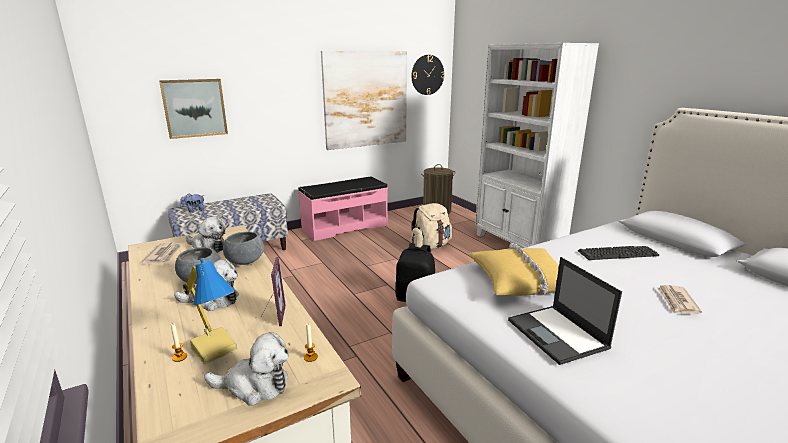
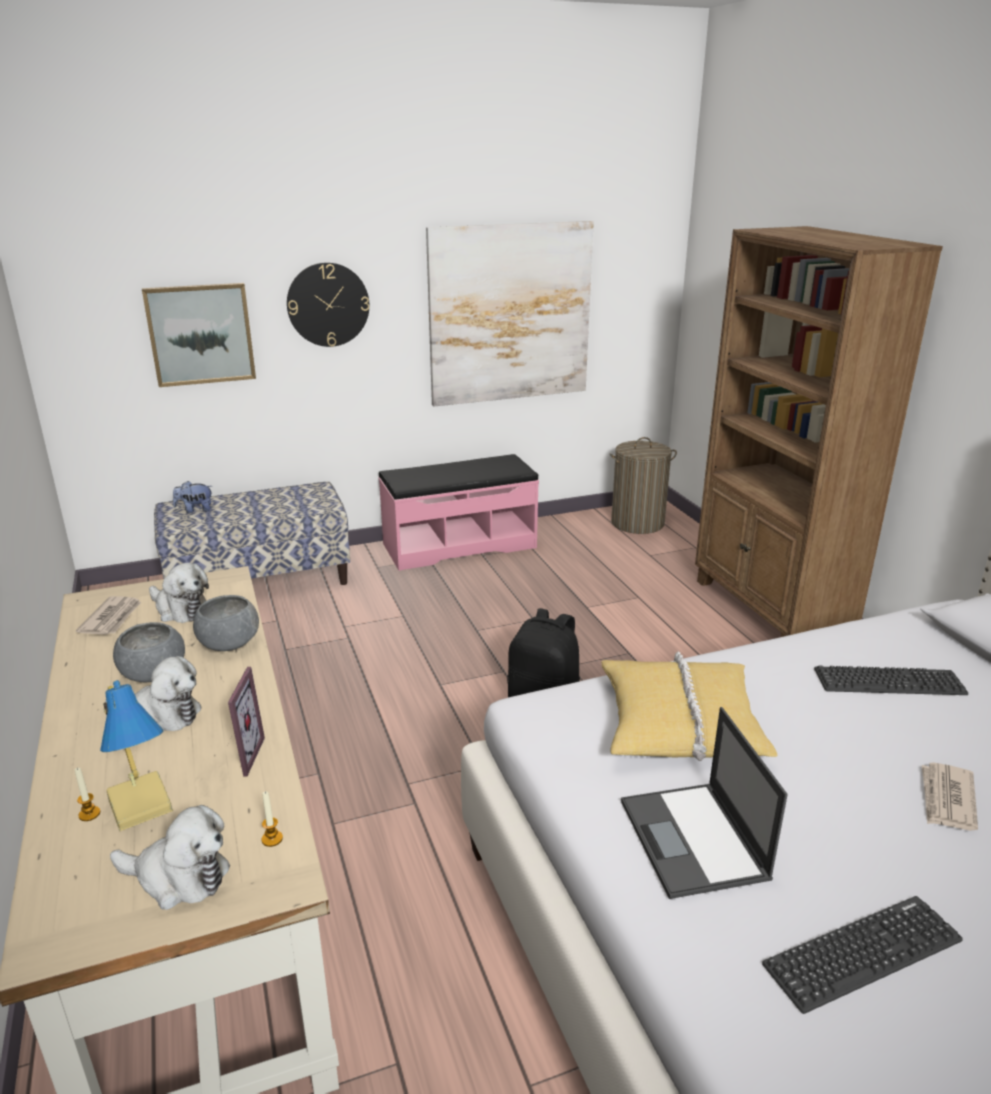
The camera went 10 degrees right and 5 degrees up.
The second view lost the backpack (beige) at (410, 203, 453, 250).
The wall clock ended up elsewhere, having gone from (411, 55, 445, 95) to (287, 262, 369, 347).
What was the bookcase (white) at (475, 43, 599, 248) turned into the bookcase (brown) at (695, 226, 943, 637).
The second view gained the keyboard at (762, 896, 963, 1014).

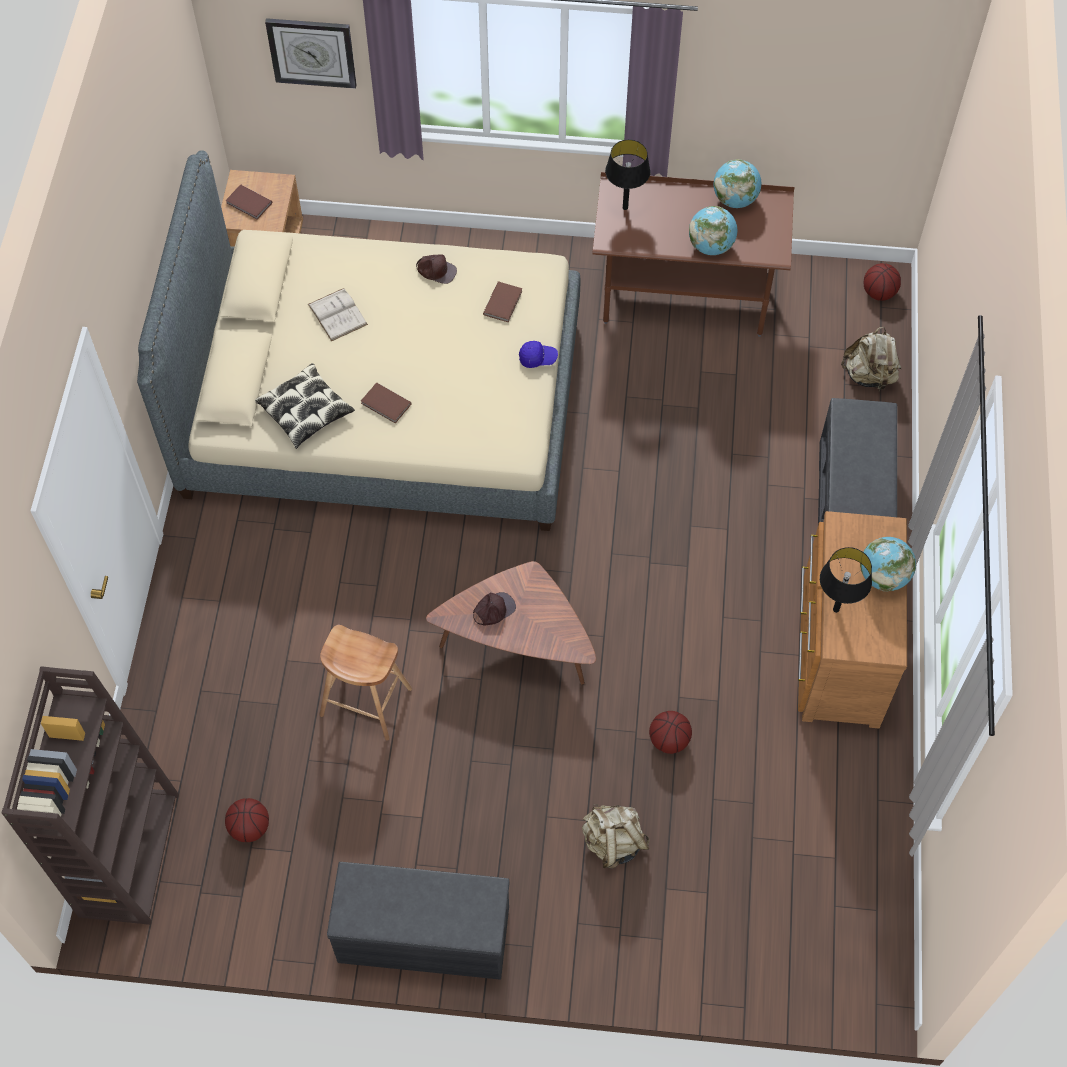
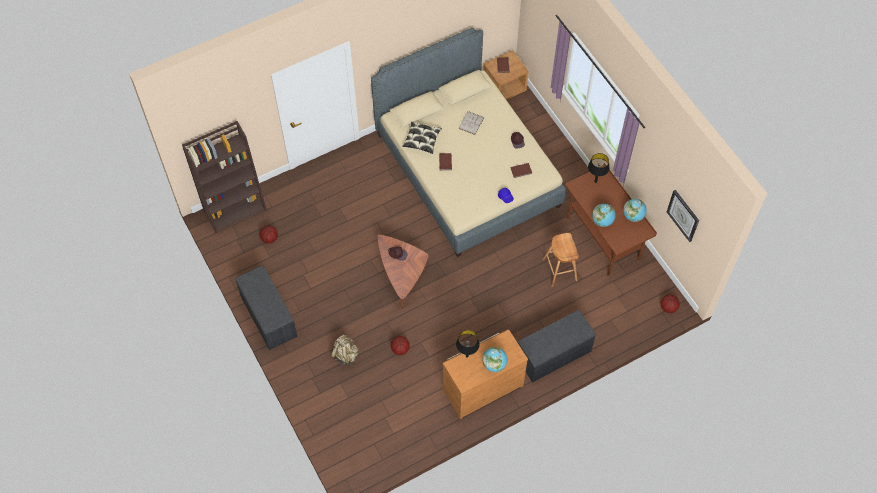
The camera went 55 degrees right and 0 degrees up.
The wall clock ended up elsewhere, having gone from (265, 18, 357, 89) to (667, 190, 699, 242).
The stool (brown) ended up elsewhere, having gone from (319, 625, 412, 740) to (542, 233, 579, 287).
The second view lost the backpack (beige) at (841, 327, 901, 392).

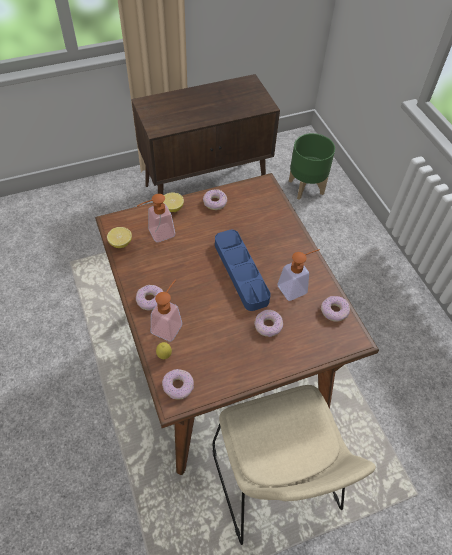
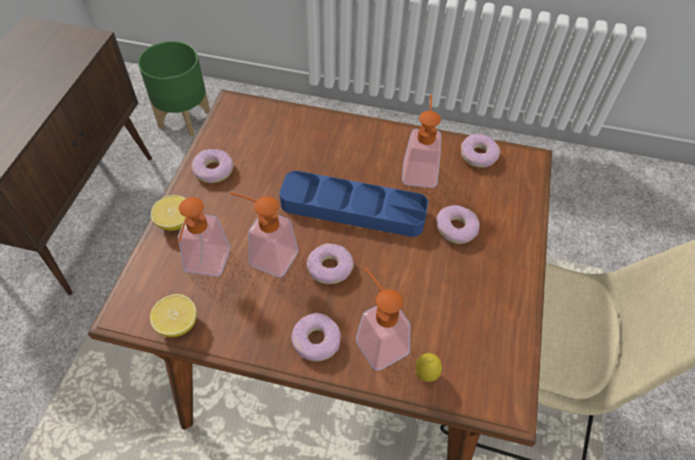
The camera went 55 degrees left and 0 degrees up.
The donut ended up elsewhere, having gone from (162, 369, 194, 399) to (307, 243, 354, 284).
The second view gained the soap dispenser at (230, 192, 298, 277).

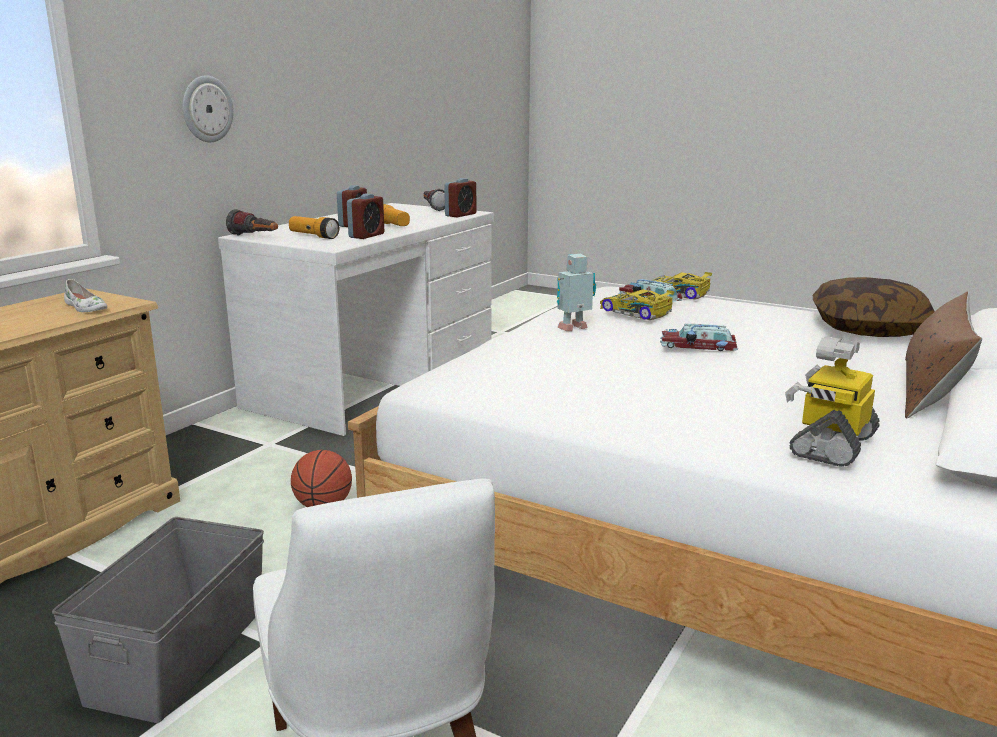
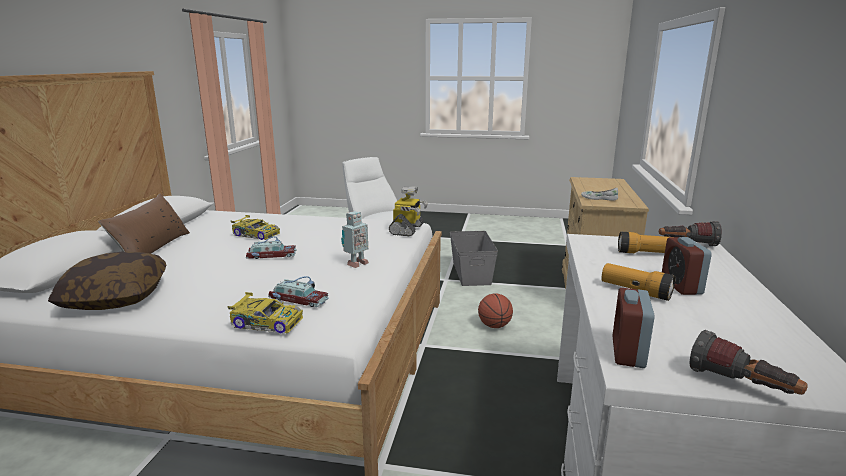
The camera went 160 degrees right and 0 degrees up.
The second view lost the wall clock at (183, 75, 234, 142).
The second view lost the alarm clock at (347, 194, 384, 239).
The toy car ended up elsewhere, having gone from (600, 289, 674, 320) to (231, 215, 280, 240).
The toy robot ended up elsewhere, having gone from (785, 336, 880, 467) to (389, 186, 428, 236).

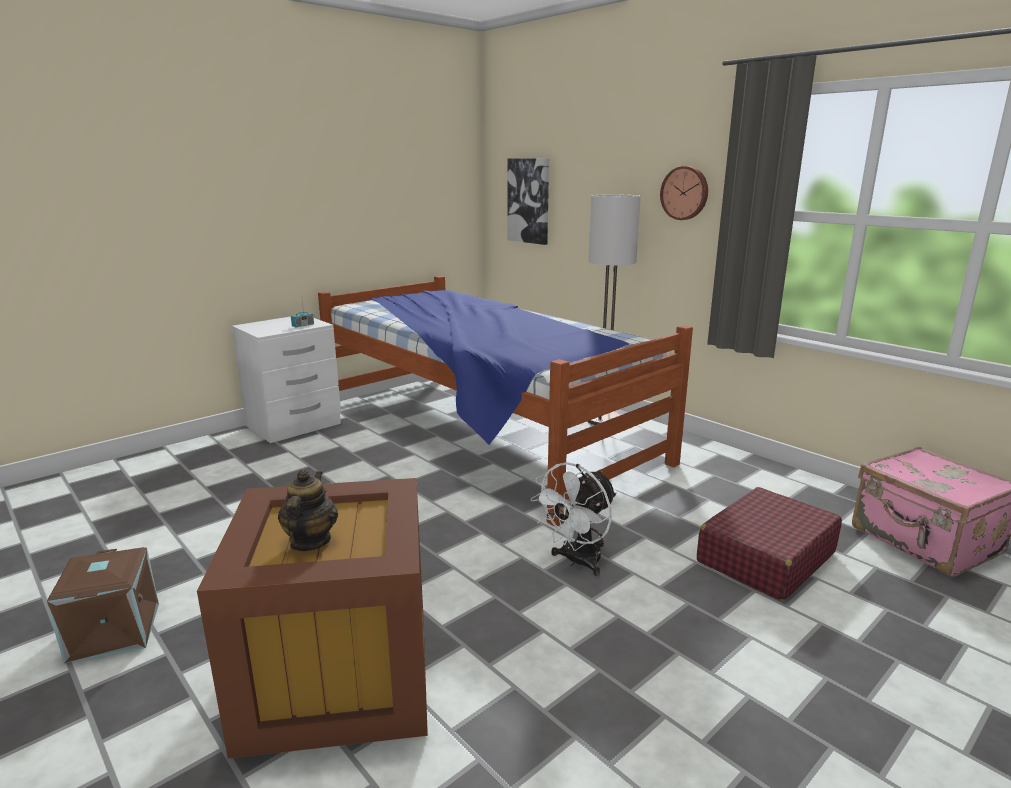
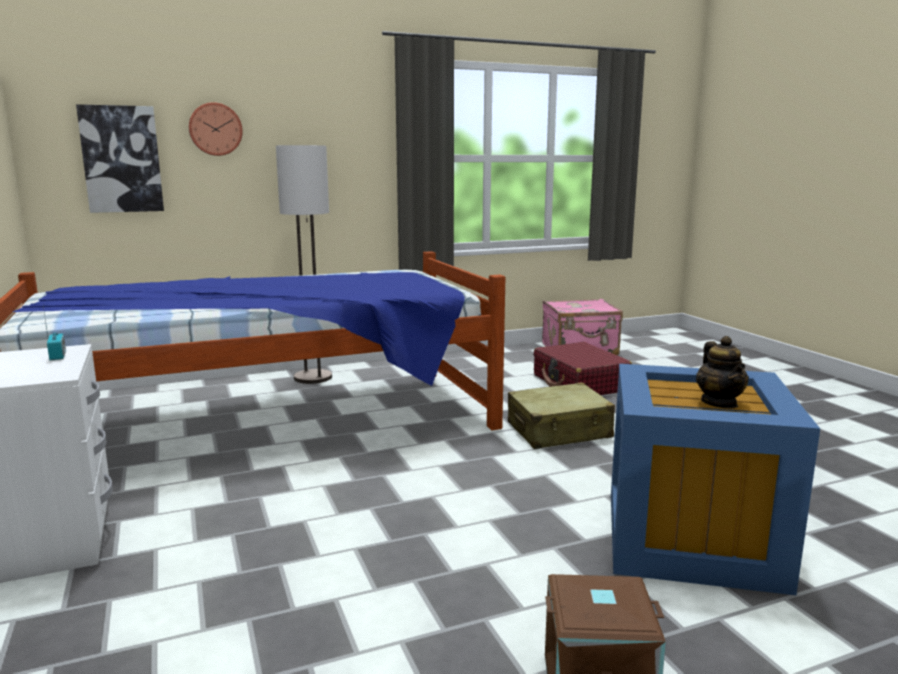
The camera went 70 degrees left and 5 degrees down.
What was the storage box (brown) at (197, 478, 428, 759) turned into the storage box (blue) at (611, 364, 820, 595).
The teapot at (278, 469, 338, 551) ended up facing another way, 120 degrees counterclockwise from before.
Where the fan (white) stood at (531, 462, 617, 576), the suitcase (beige) came to stand at (508, 382, 615, 449).
The wall clock ended up elsewhere, having gone from (660, 166, 708, 220) to (189, 102, 243, 156).

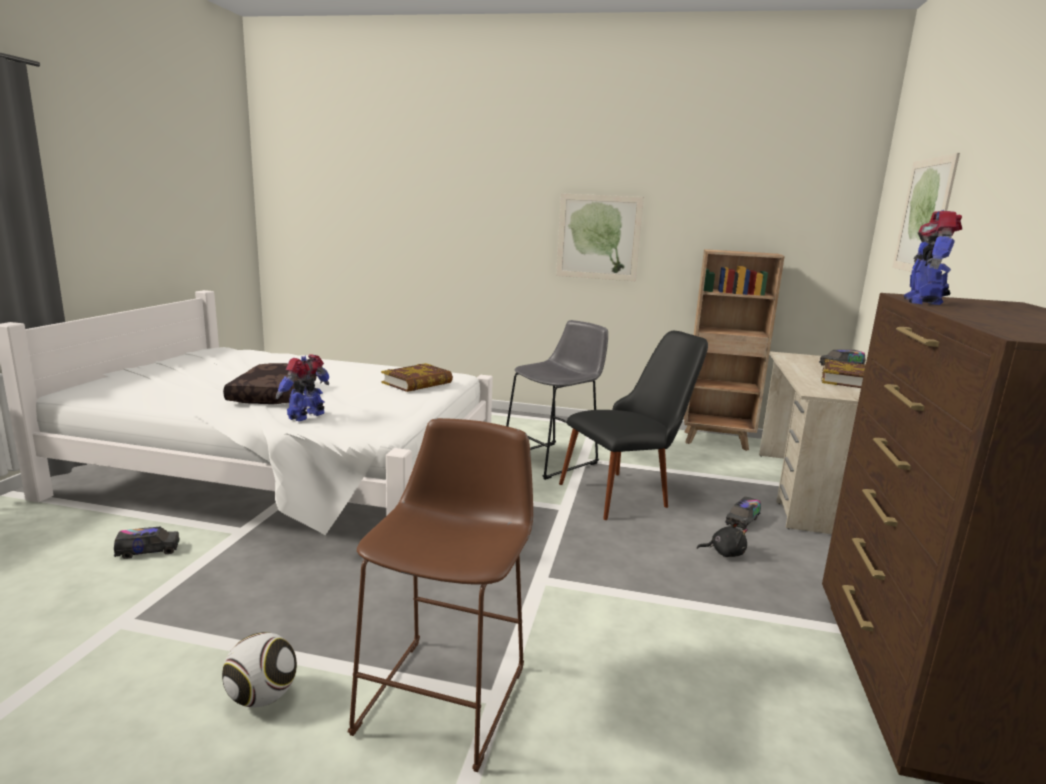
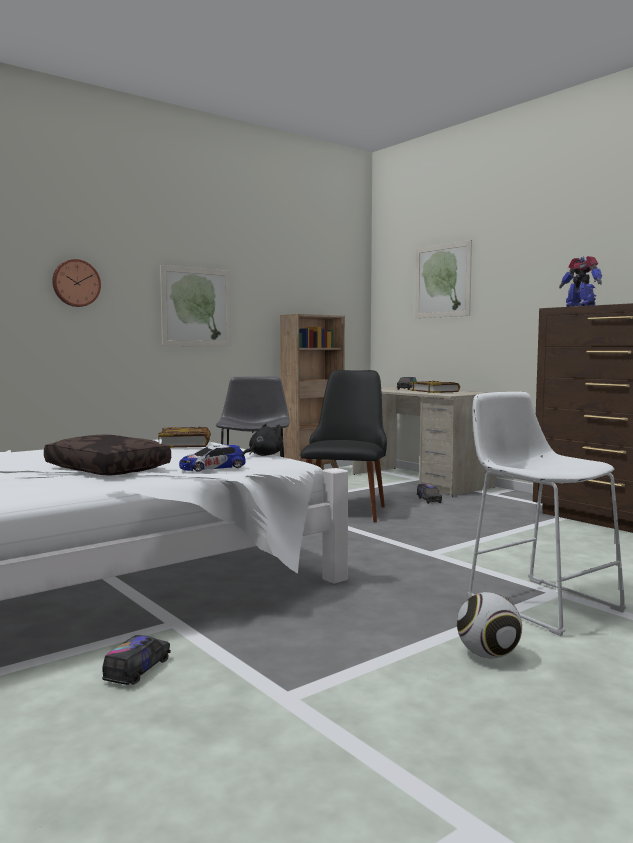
The camera went 50 degrees left and 10 degrees down.
Where the toy robot stood at (276, 354, 330, 422), the toy car came to stand at (179, 445, 246, 472).
What was the stool (brown) at (347, 418, 533, 772) turned into the stool (white) at (467, 392, 627, 636).
The plush toy (black) ended up elsewhere, having gone from (697, 522, 748, 557) to (243, 424, 283, 456).
The second view gained the wall clock at (52, 259, 101, 307).

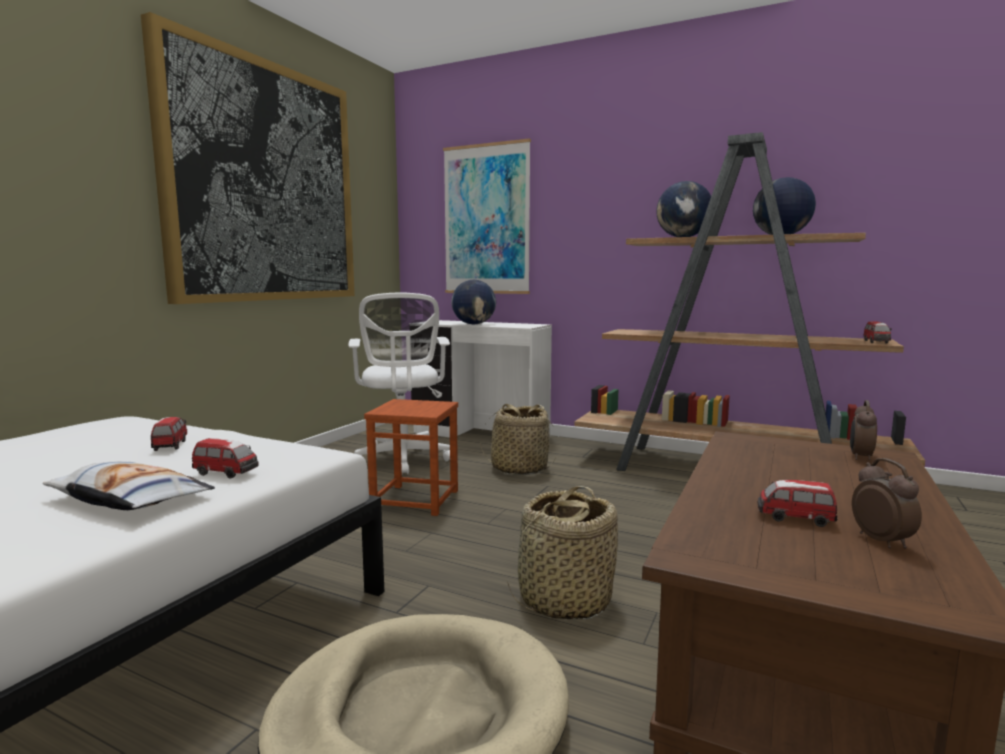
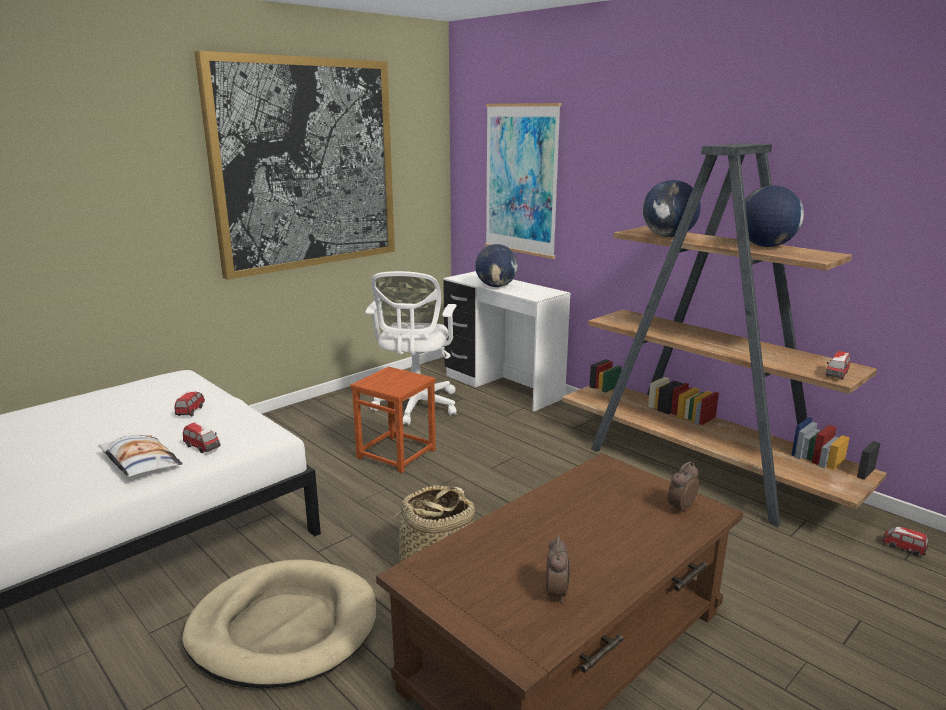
The camera went 20 degrees right and 10 degrees up.
The second view lost the basket at (480, 404, 555, 475).
The toy car ended up elsewhere, having gone from (758, 480, 837, 527) to (882, 526, 928, 557).

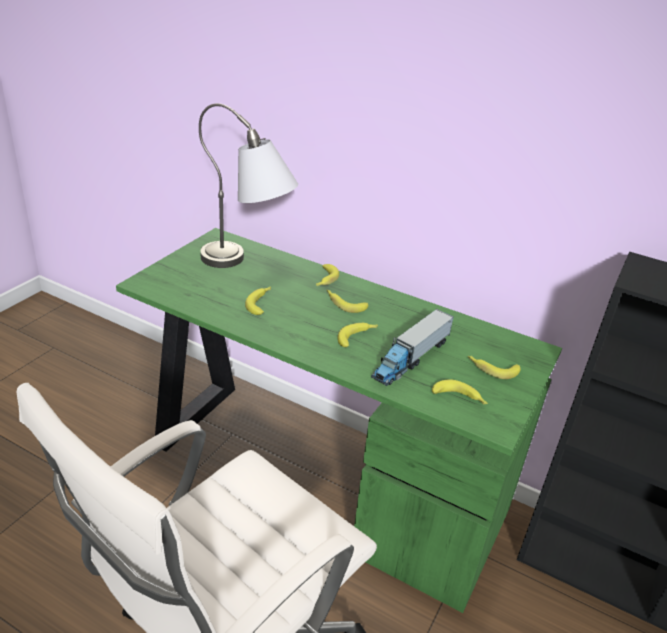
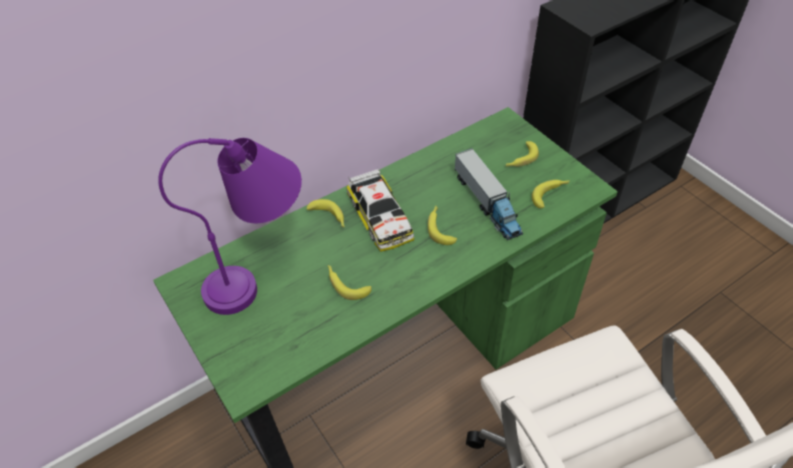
The camera went 60 degrees left and 15 degrees up.
What was the table lamp (grey) at (199, 103, 298, 268) turned into the table lamp (purple) at (158, 138, 302, 315).
Where the banana stood at (327, 290, 368, 313), the toy car came to stand at (347, 169, 414, 252).

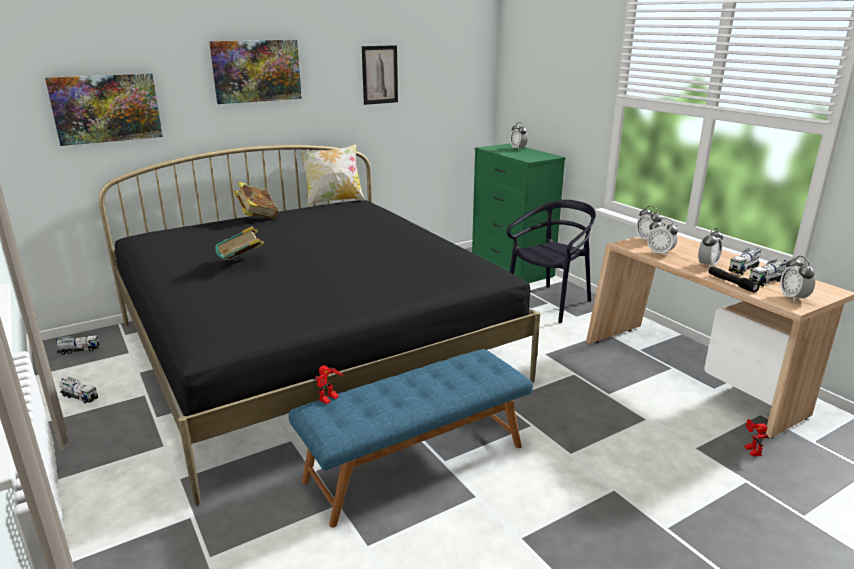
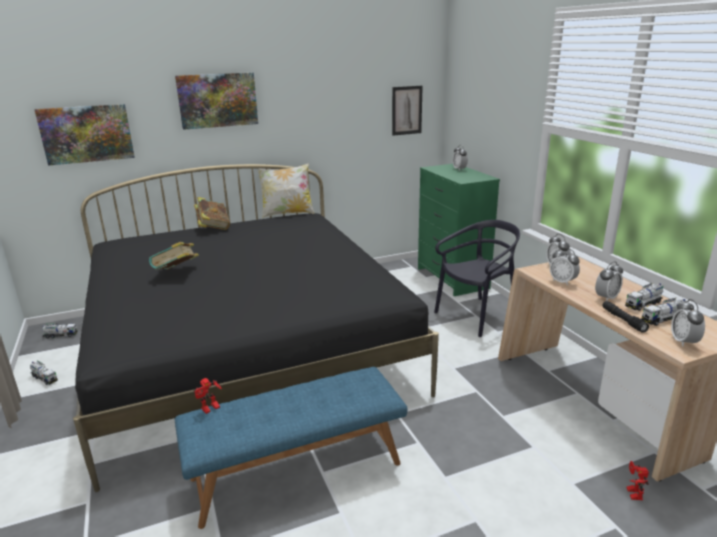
The camera went 10 degrees right and 0 degrees up.
The picture ended up elsewhere, having gone from (362, 45, 398, 105) to (392, 86, 423, 136).

